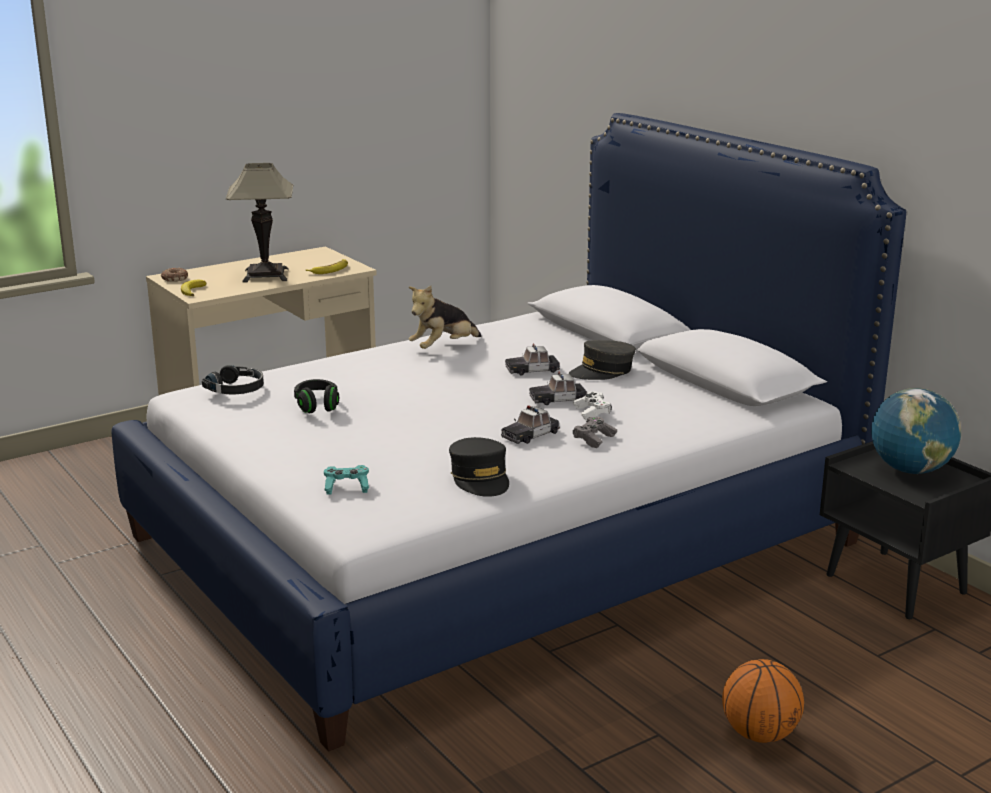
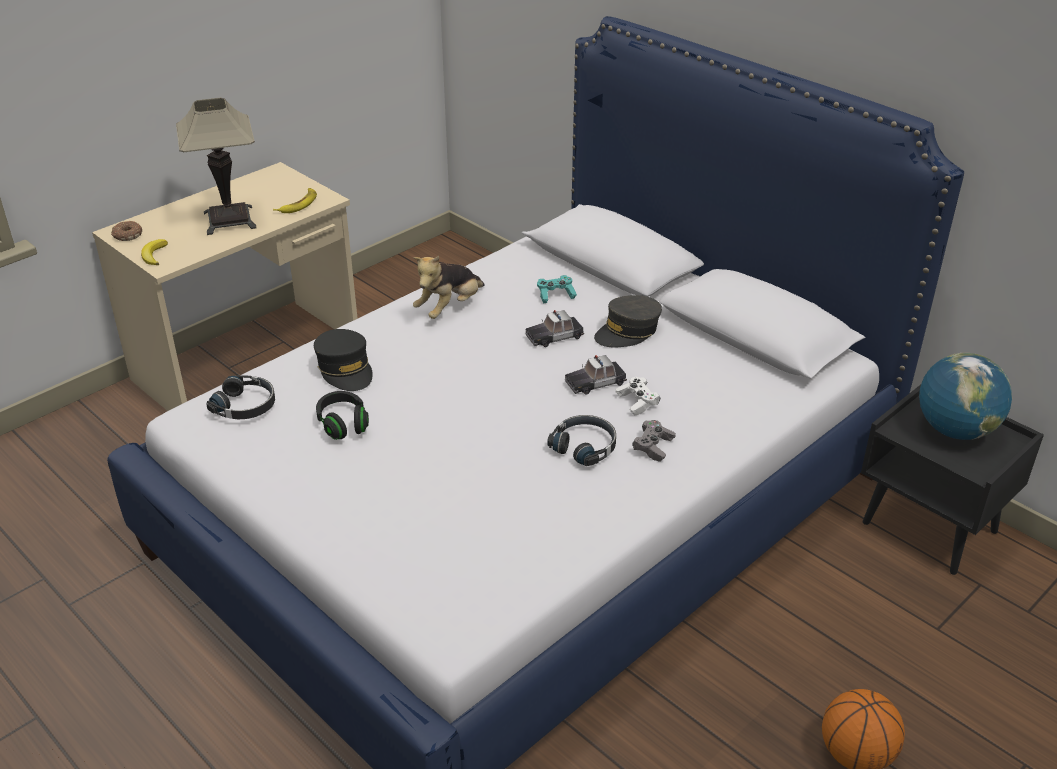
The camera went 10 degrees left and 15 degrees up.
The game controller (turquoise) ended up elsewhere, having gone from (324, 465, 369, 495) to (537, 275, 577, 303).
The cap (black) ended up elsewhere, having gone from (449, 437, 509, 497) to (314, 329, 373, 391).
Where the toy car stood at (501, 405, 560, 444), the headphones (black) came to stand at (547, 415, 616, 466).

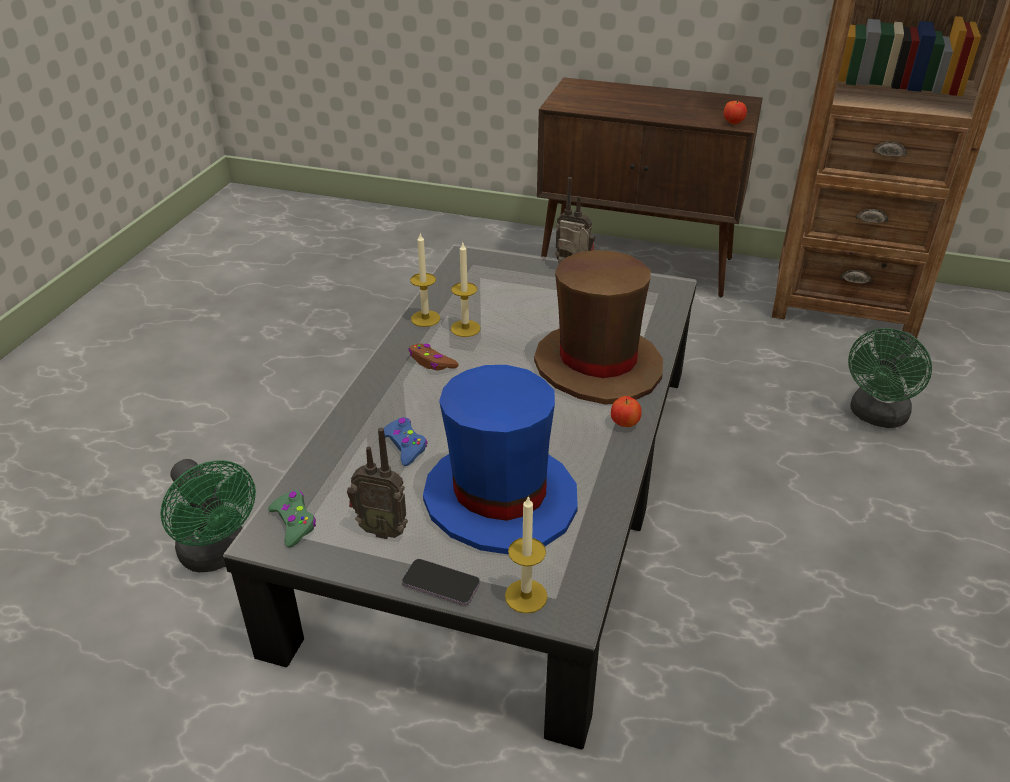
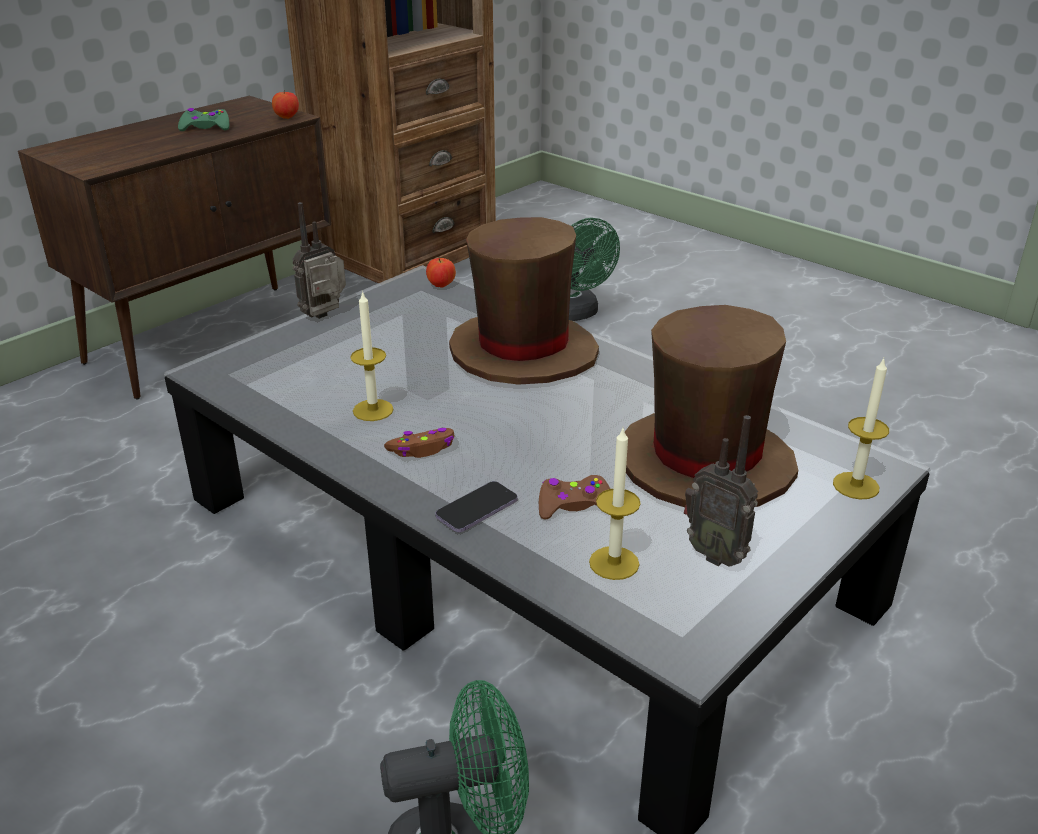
The camera went 65 degrees left and 5 degrees down.
The game controller (green) ended up elsewhere, having gone from (268, 490, 316, 548) to (178, 108, 229, 131).
The radio at (347, 428, 408, 539) ended up facing another way, 90 degrees clockwise from before.
What was the game controller (blue) at (384, 417, 427, 466) turned into the game controller (brown) at (539, 475, 610, 519).
The phone ended up elsewhere, having gone from (402, 559, 480, 605) to (435, 481, 518, 532).
The candle ended up elsewhere, having gone from (410, 232, 440, 327) to (589, 426, 641, 580).
What was the hat (blue) at (423, 365, 578, 555) turned into the hat (brown) at (625, 305, 798, 507).
The apple ended up elsewhere, having gone from (611, 396, 641, 427) to (426, 258, 456, 288).

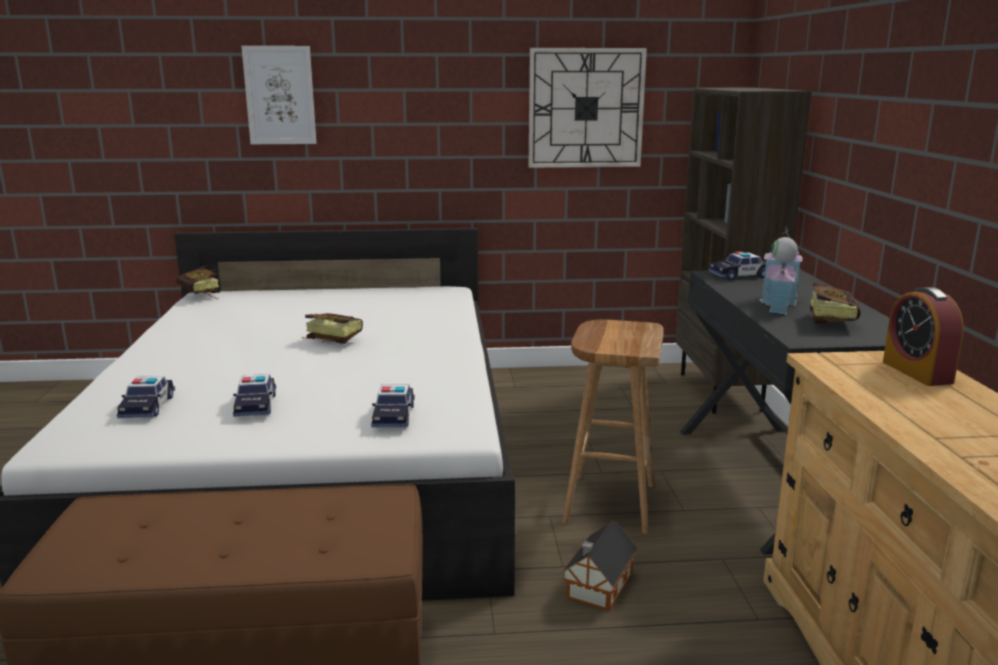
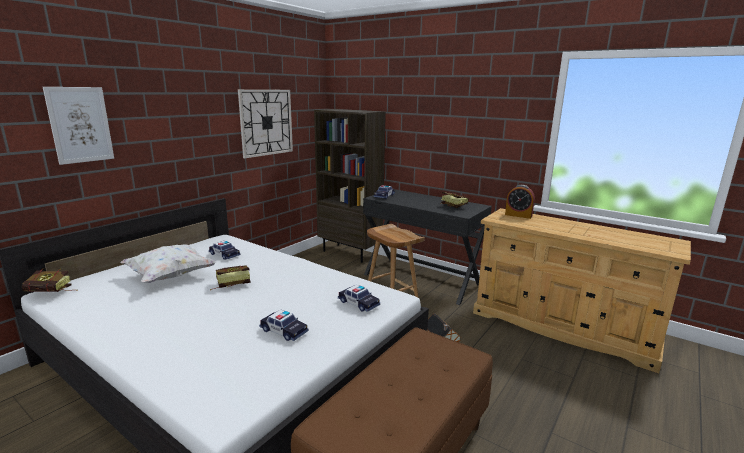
The camera went 50 degrees left and 0 degrees up.
The toy car ended up elsewhere, having gone from (117, 376, 175, 418) to (209, 241, 240, 260).
The second view lost the toy house at (759, 226, 803, 315).
The second view gained the pillow (white) at (120, 245, 216, 283).

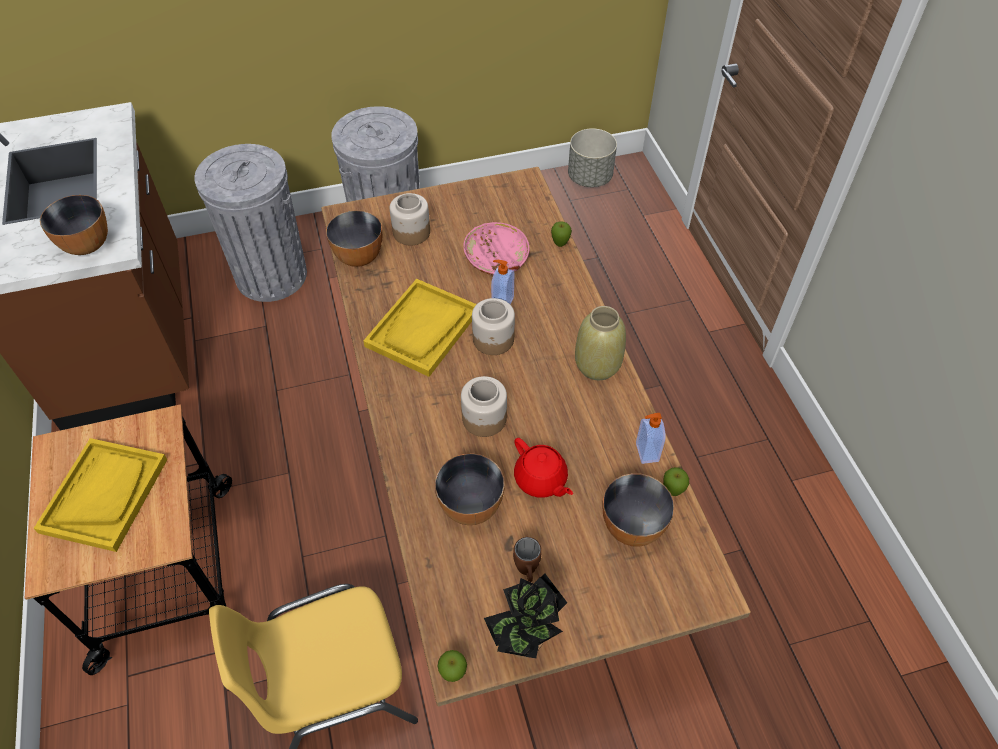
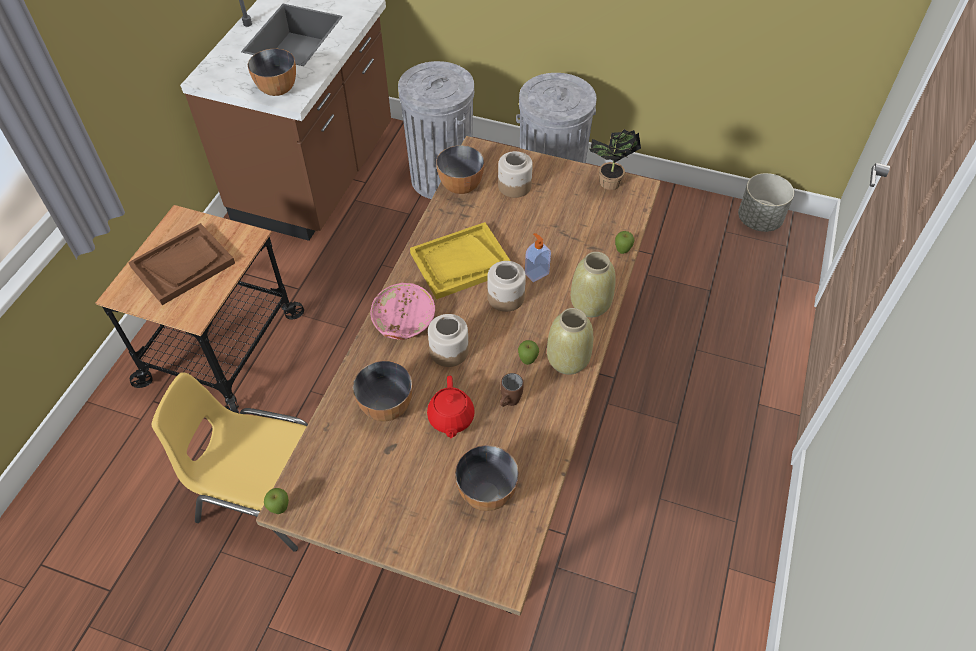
The camera went 35 degrees right and 0 degrees up.
What was the tray (yellow) at (33, 438, 167, 552) turned into the tray (brown) at (128, 223, 235, 305).
The bowl (pink) ended up elsewhere, having gone from (463, 222, 530, 275) to (370, 283, 435, 340).
The potted plant ended up elsewhere, having gone from (484, 574, 567, 659) to (588, 129, 641, 190).
The mug (brown) ended up elsewhere, having gone from (513, 537, 542, 582) to (500, 373, 524, 407).
The second view lost the soap dispenser at (636, 413, 666, 464).
The apple ended up elsewhere, having gone from (663, 467, 689, 496) to (518, 340, 539, 365).
The second view gained the vase (beige) at (571, 252, 616, 317).

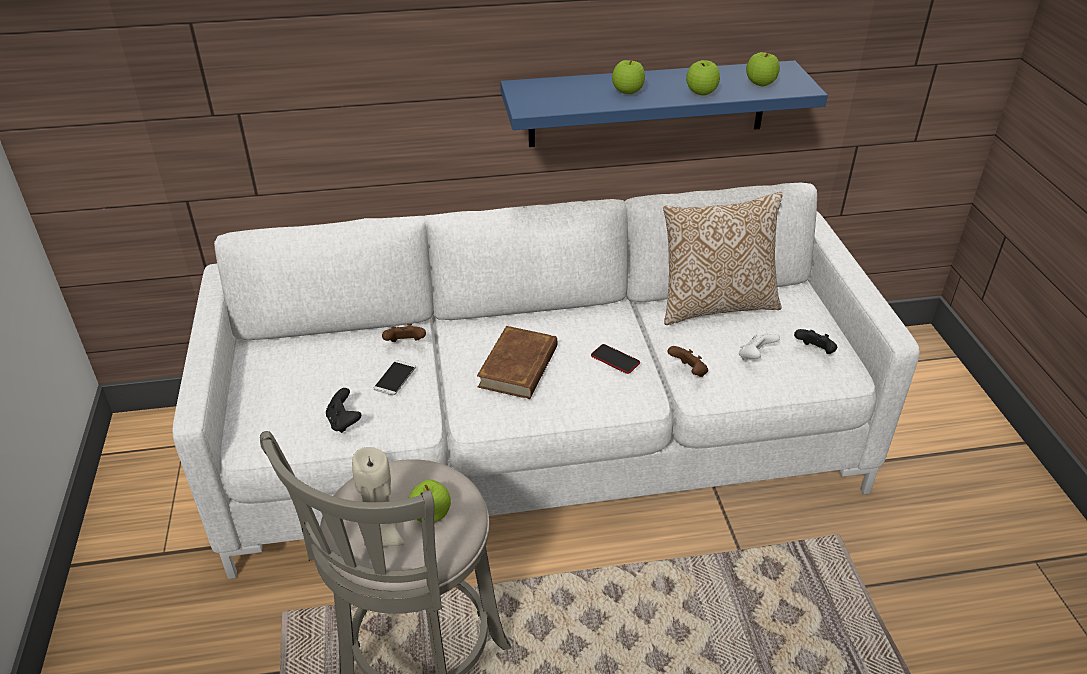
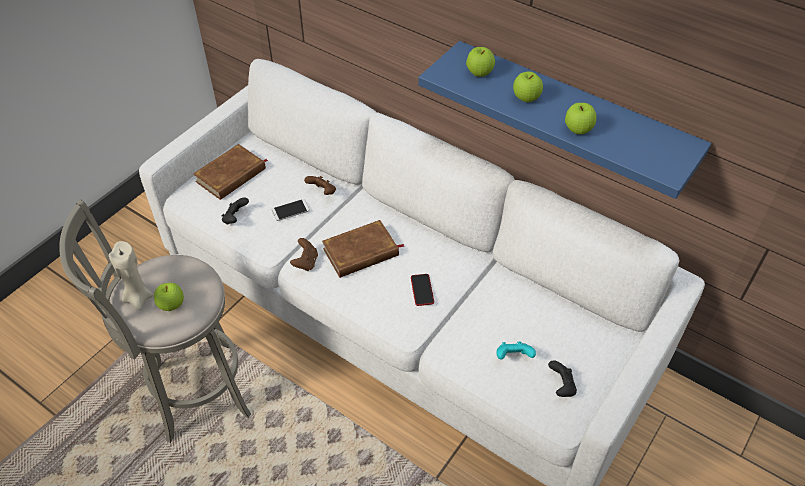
The camera went 45 degrees right and 10 degrees up.
The second view lost the pillow at (663, 192, 783, 325).
The game controller (brown) ended up elsewhere, having gone from (668, 346, 708, 377) to (290, 238, 318, 271).
What was the game controller (white) at (739, 332, 780, 360) turned into the game controller (turquoise) at (497, 342, 536, 360).
The apple ended up elsewhere, having gone from (746, 52, 780, 86) to (466, 47, 495, 77).
The second view gained the book (brown) at (193, 144, 268, 200).

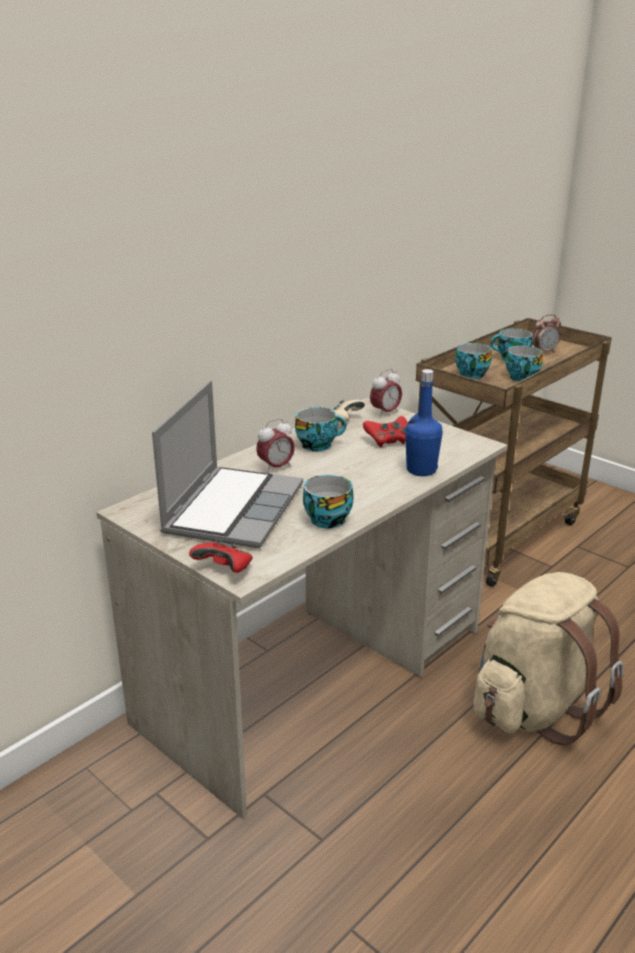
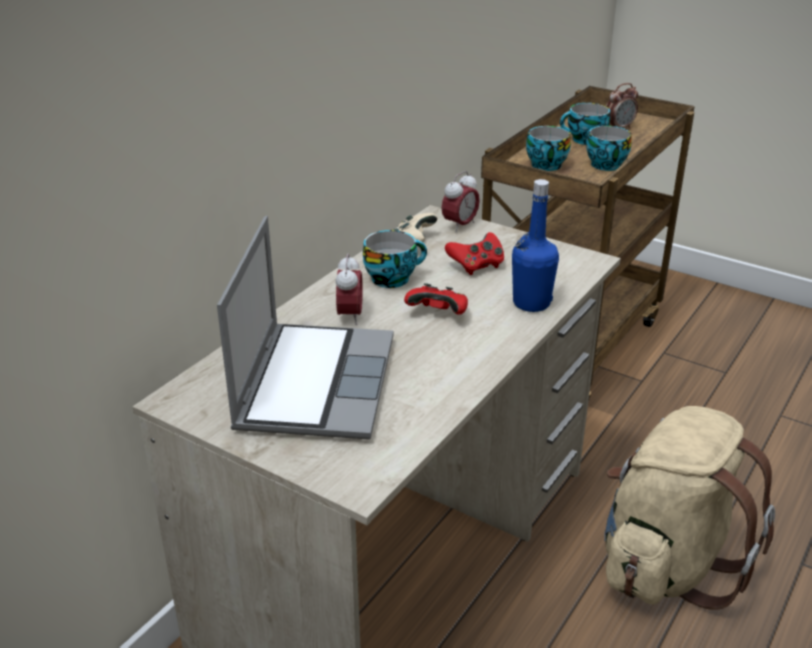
The camera went 10 degrees left and 5 degrees up.
The game controller (red) ended up elsewhere, having gone from (189, 539, 253, 573) to (404, 283, 468, 315).
The alarm clock at (256, 418, 295, 473) ended up facing another way, 45 degrees counterclockwise from before.
The second view lost the cup at (303, 475, 354, 528).

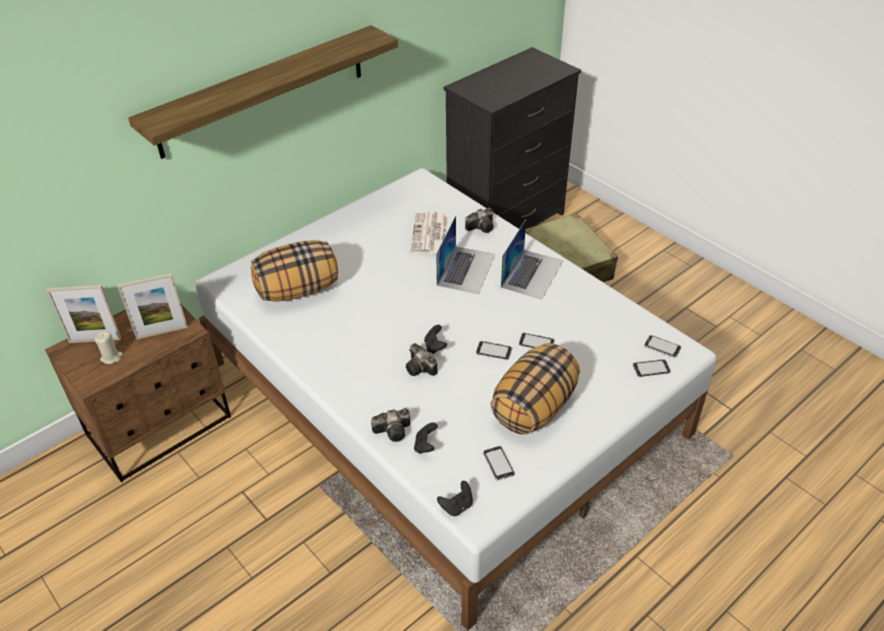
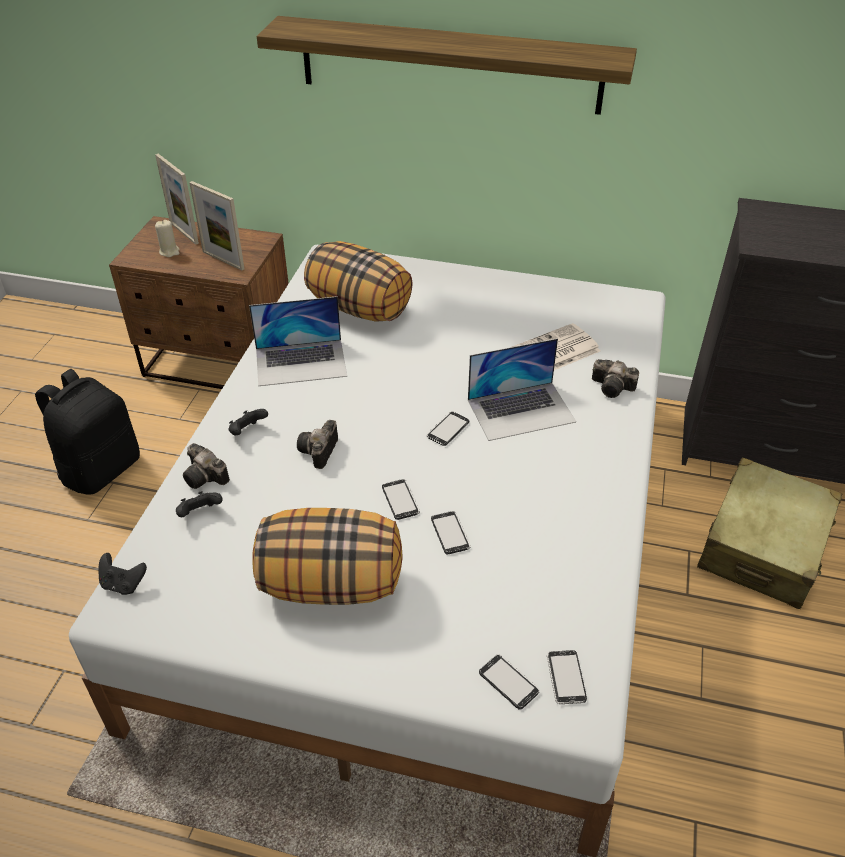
The camera went 55 degrees right and 0 degrees up.
The game controller (black) ended up elsewhere, having gone from (424, 325, 447, 354) to (228, 409, 268, 436).
The phone ended up elsewhere, having gone from (483, 446, 514, 480) to (426, 411, 469, 446).
The laptop ended up elsewhere, having gone from (501, 219, 563, 299) to (249, 296, 347, 386).
The second view gained the backpack (black) at (35, 369, 140, 494).

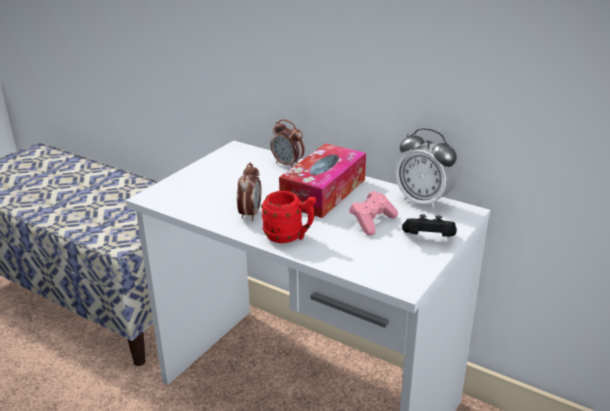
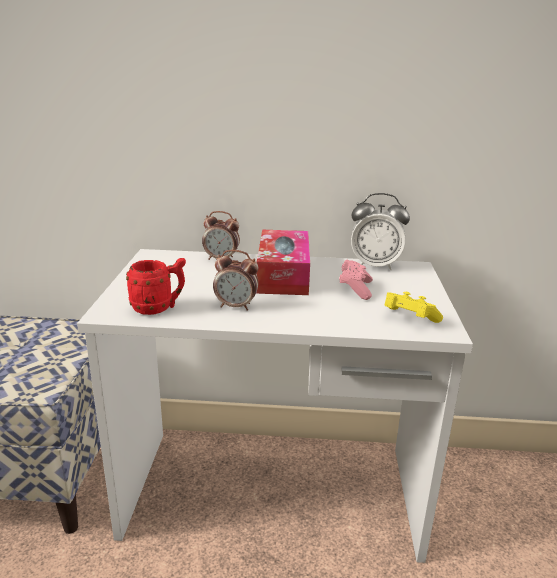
The camera went 30 degrees left and 5 degrees down.
The alarm clock at (237, 163, 262, 221) ended up facing another way, 120 degrees clockwise from before.
The mug (red) ended up elsewhere, having gone from (261, 191, 316, 243) to (126, 258, 186, 315).
The second view lost the game controller (black) at (402, 214, 457, 237).
The second view gained the game controller (yellow) at (384, 292, 443, 323).

